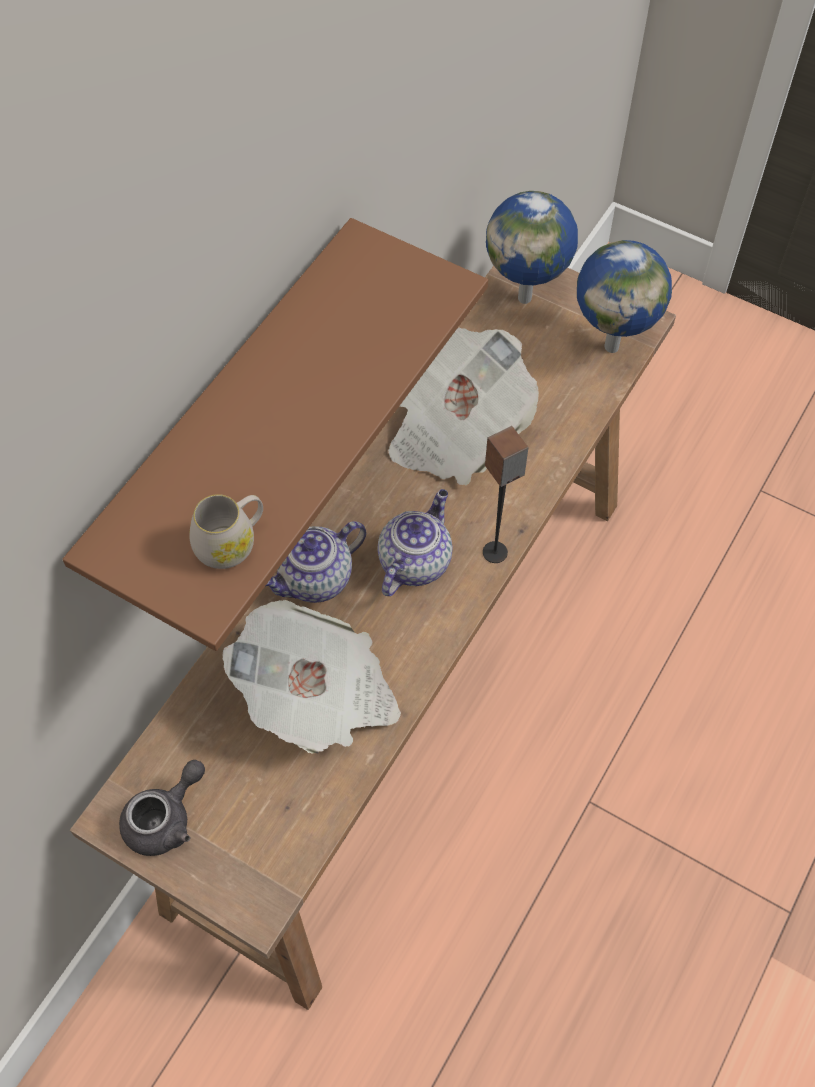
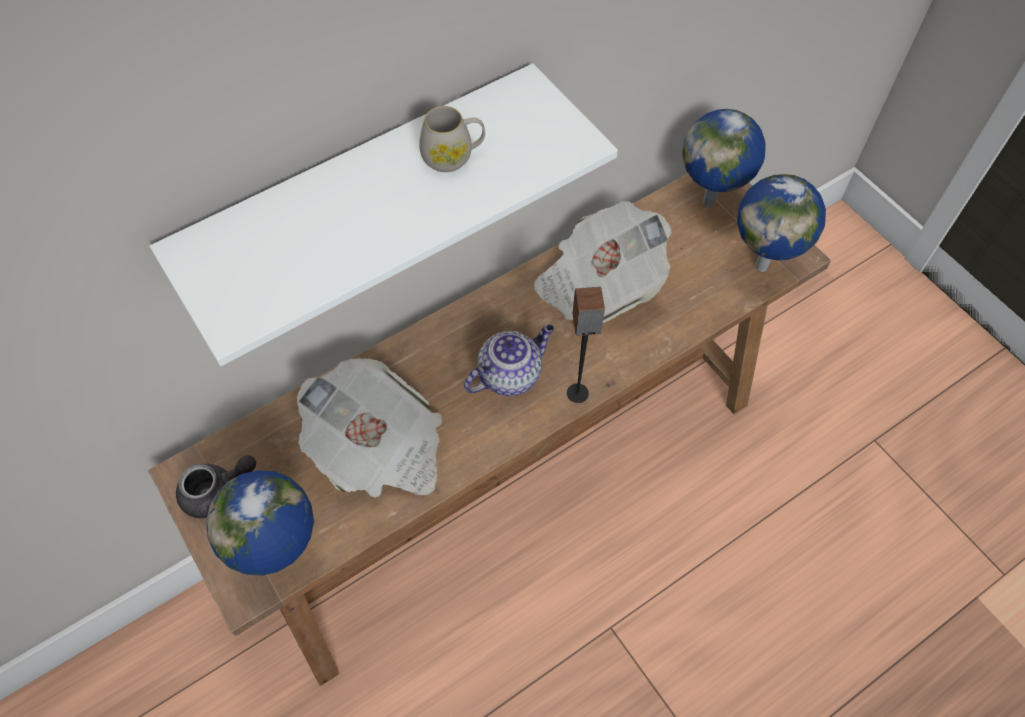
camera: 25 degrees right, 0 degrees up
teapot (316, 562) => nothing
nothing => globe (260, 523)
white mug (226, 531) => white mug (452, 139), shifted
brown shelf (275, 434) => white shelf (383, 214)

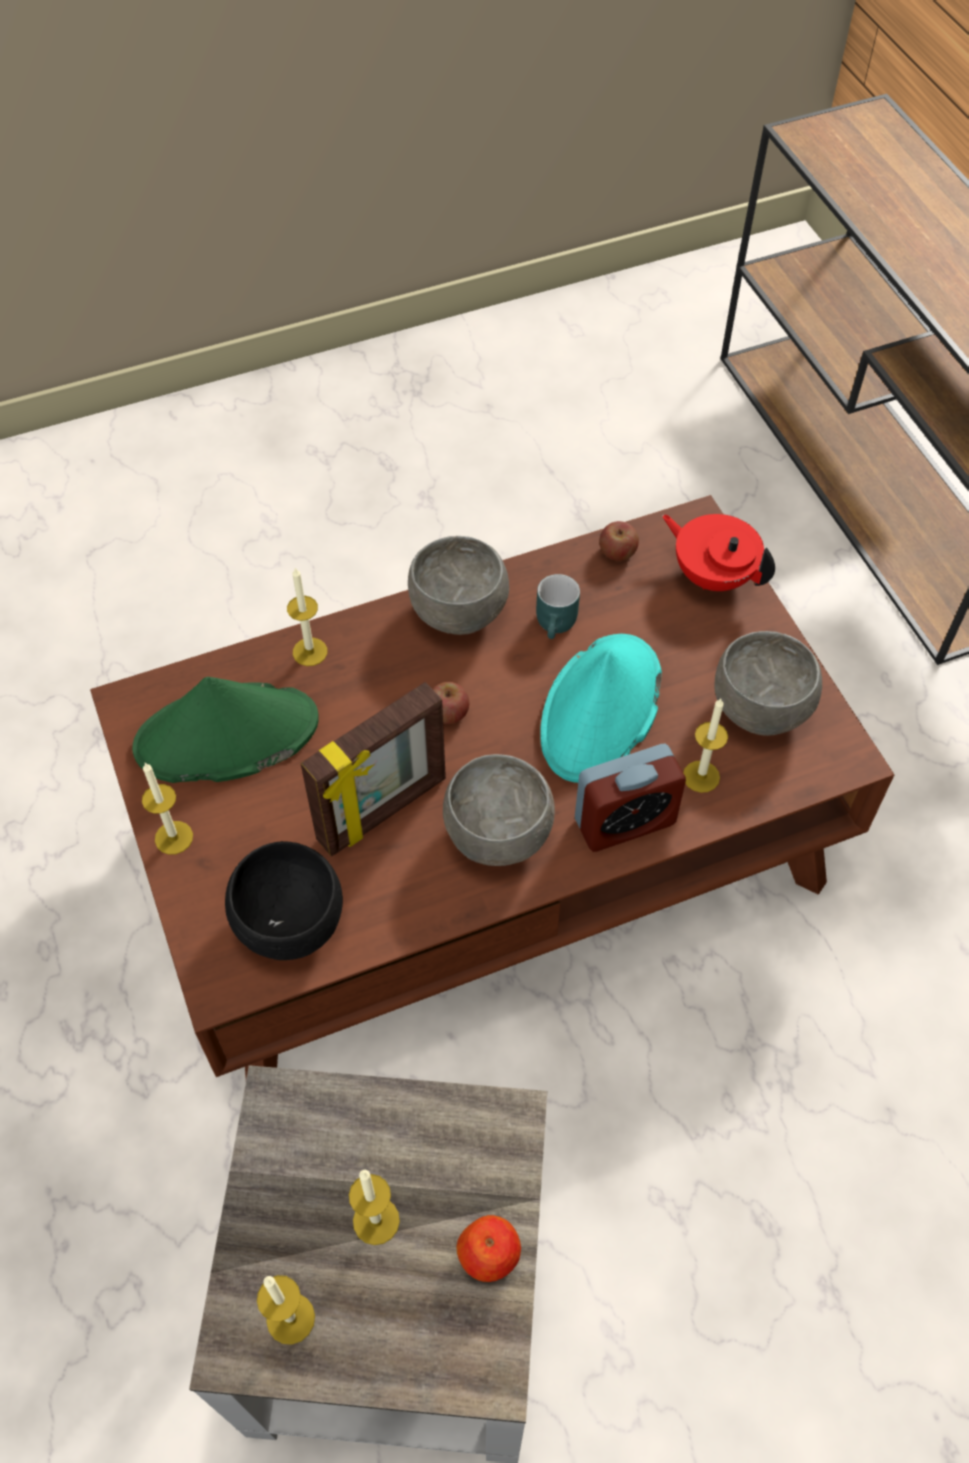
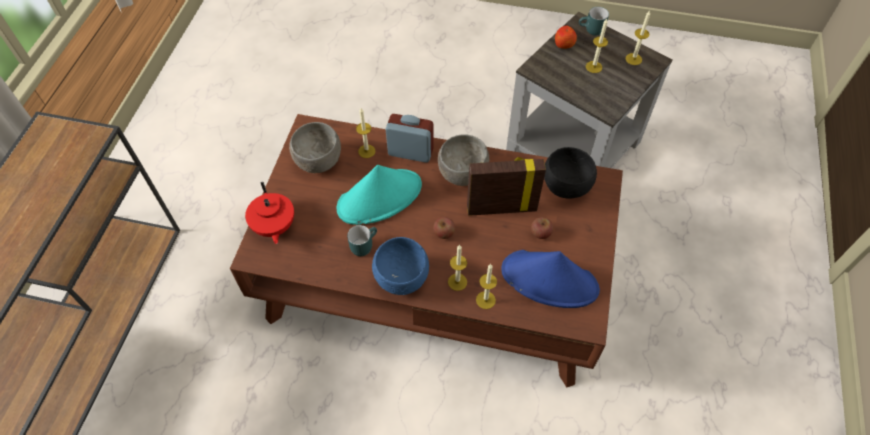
camera: 145 degrees left, 0 degrees up
nothing => turquoise mug (594, 21)
candle (167, 809) => candle (457, 268), shifted
apple (619, 541) => apple (542, 228), shifted
green hat (225, 730) => blue hat (551, 279)
grey bowl (458, 585) => blue bowl (400, 266)

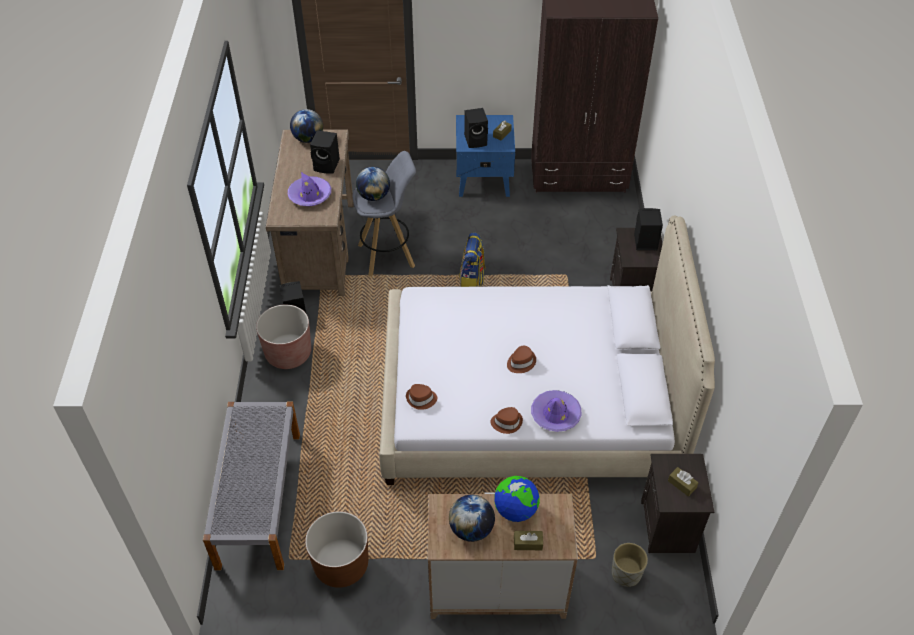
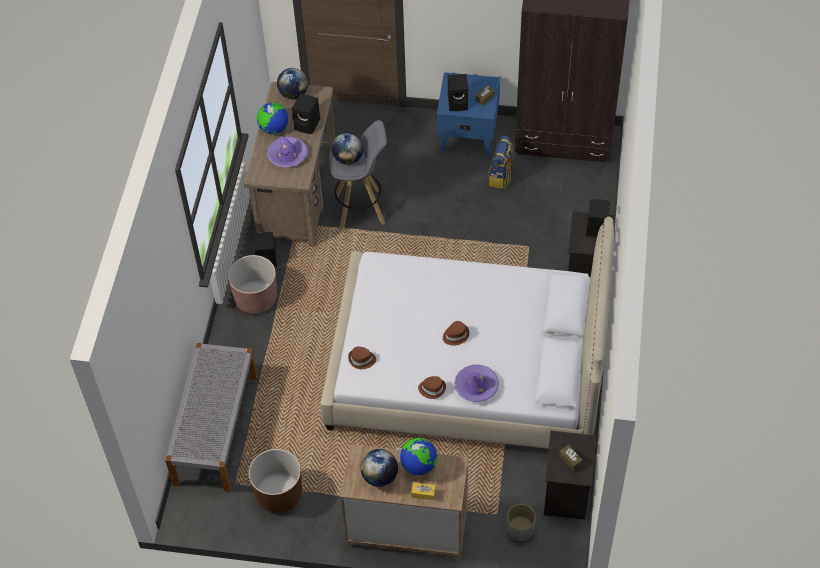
camera: 10 degrees right, 5 degrees up
nothing => globe (272, 119)
backpack (472, 260) => backpack (501, 162), shifted
brown tissue box (528, 540) => yellow tissue box (423, 491)

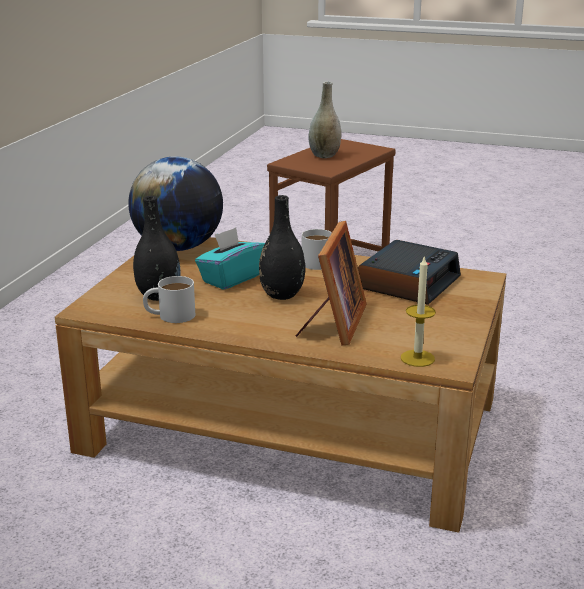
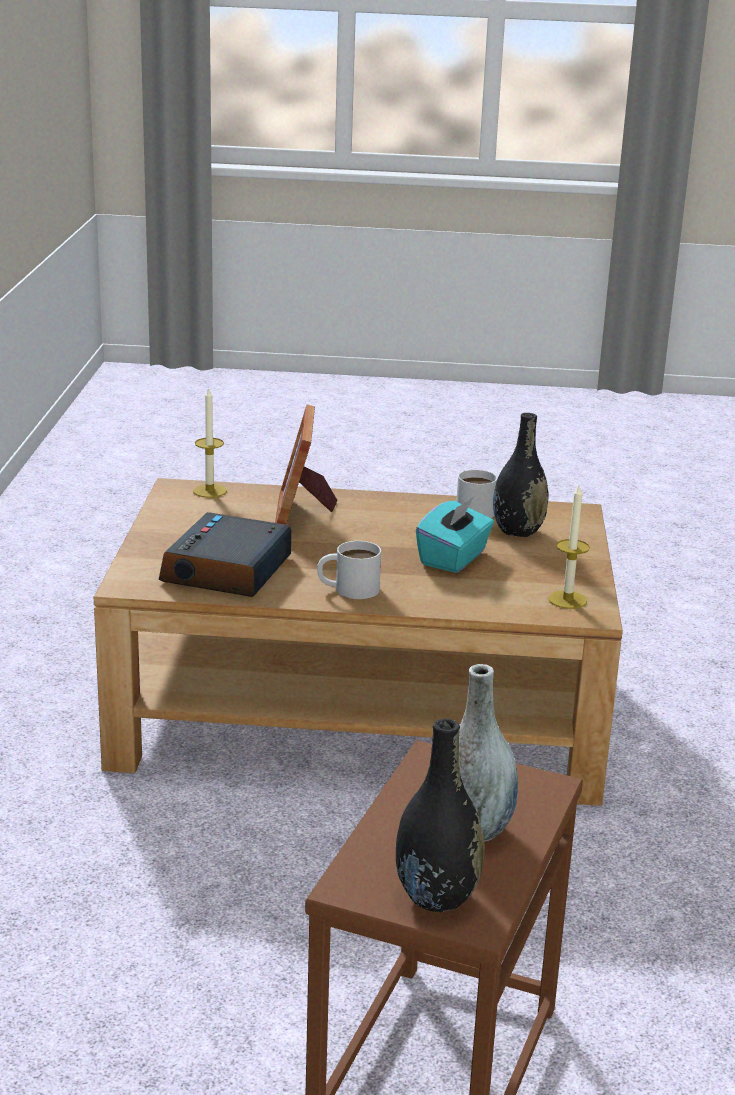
camera: 165 degrees right, 0 degrees up
black vase (282, 247) => black vase (440, 815), shifted
globe (175, 203) => candle (569, 547)

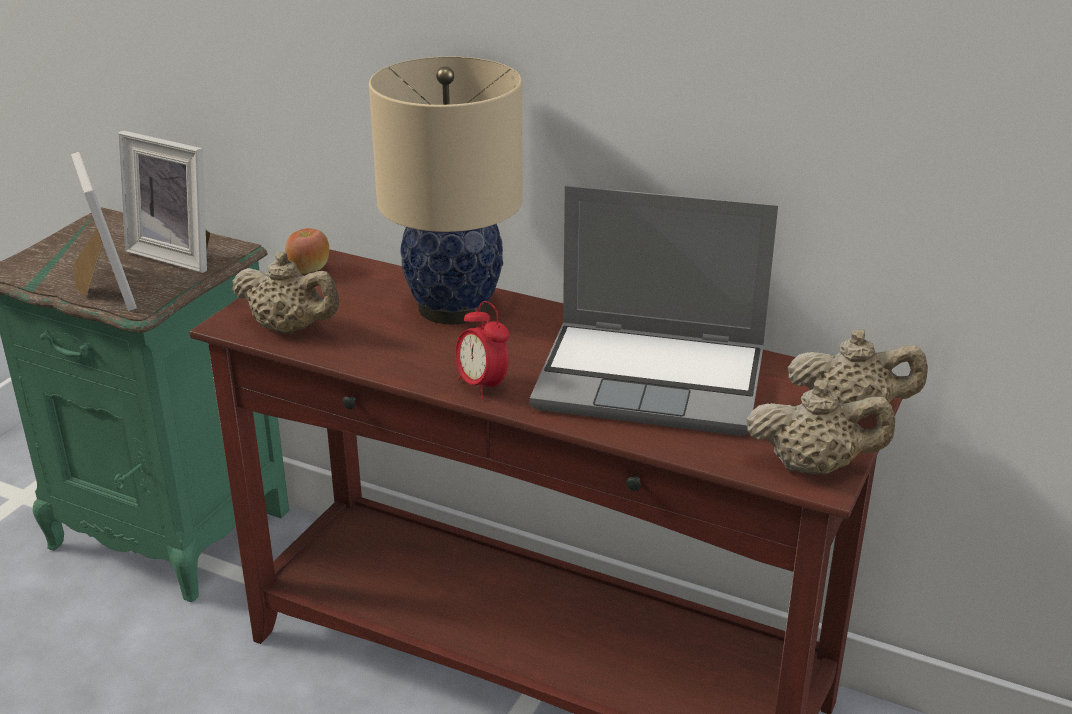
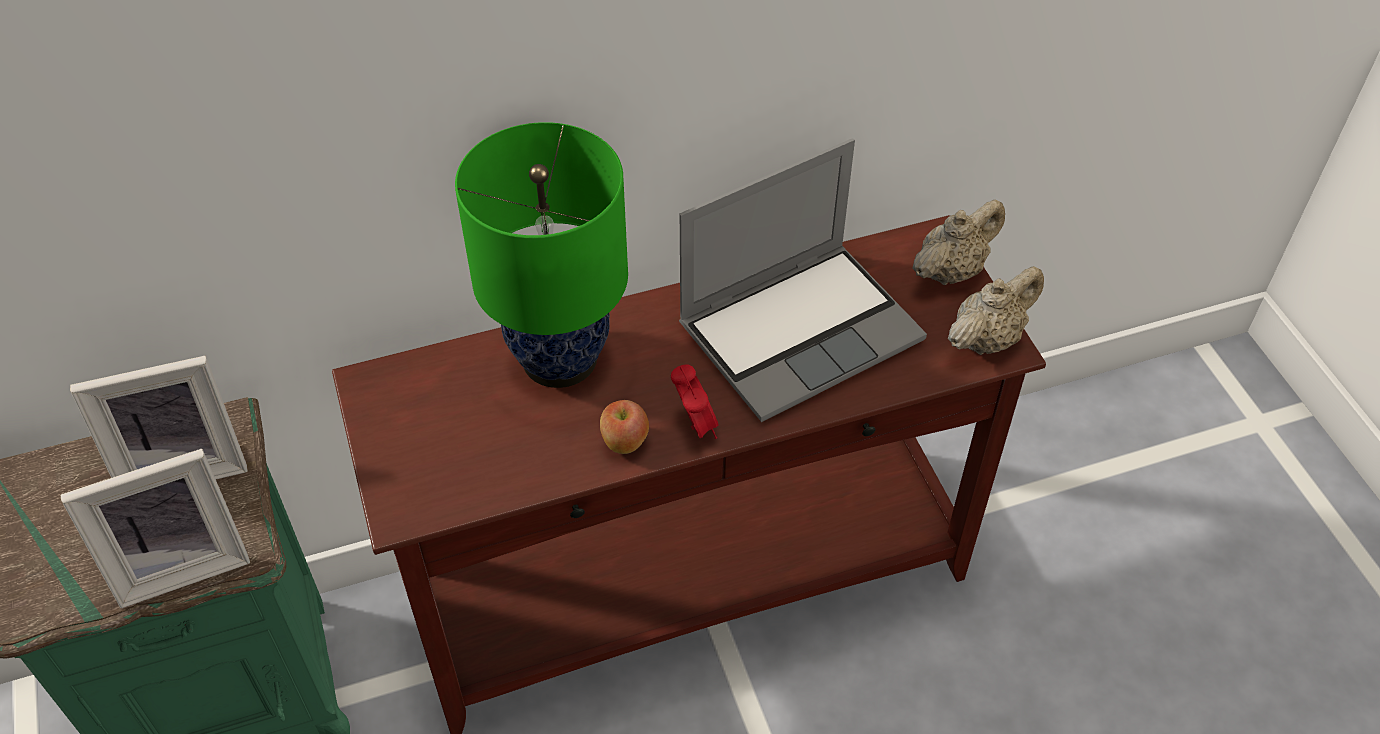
camera: 45 degrees left, 20 degrees up
beige teapot (285, 293) => nothing
apple (307, 251) => apple (624, 427), shifted
beige table lamp (446, 190) => green table lamp (541, 255)
picture frame (103, 231) => picture frame (155, 528), 135 degrees clockwise
alarm clock (482, 350) => alarm clock (695, 401), 120 degrees counterclockwise

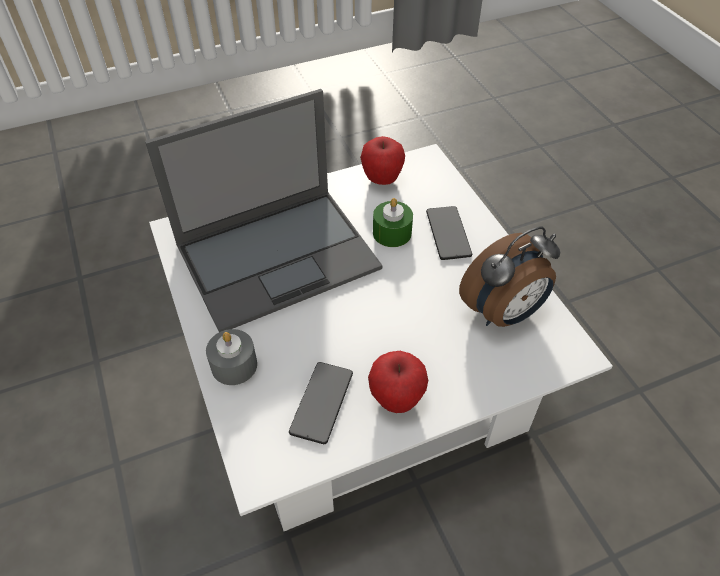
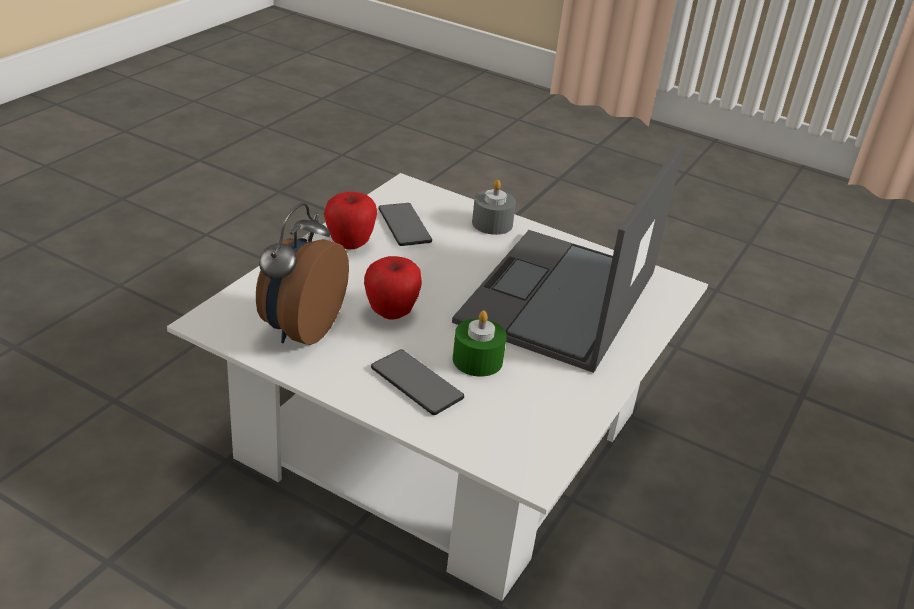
camera: 140 degrees right, 15 degrees down
apple (382, 160) => apple (393, 288), shifted

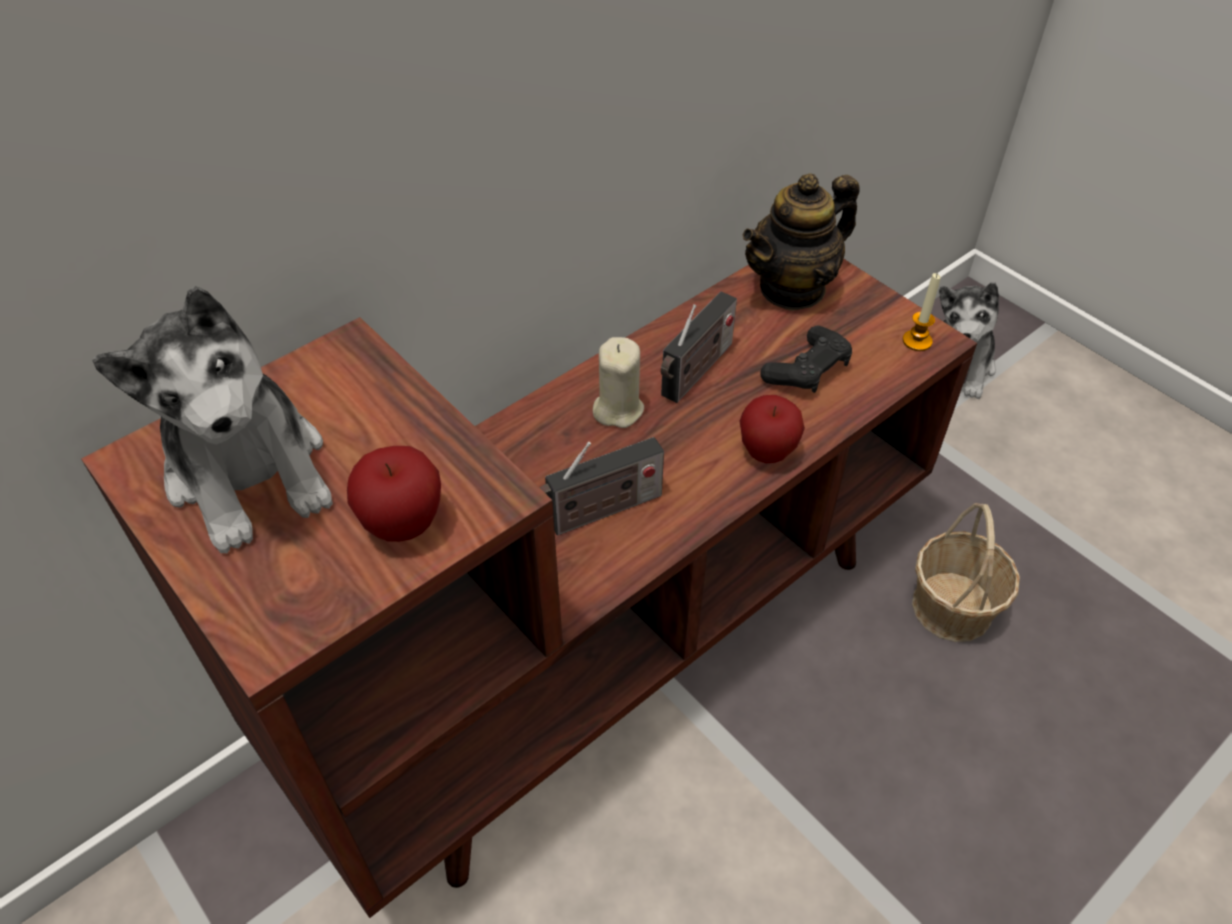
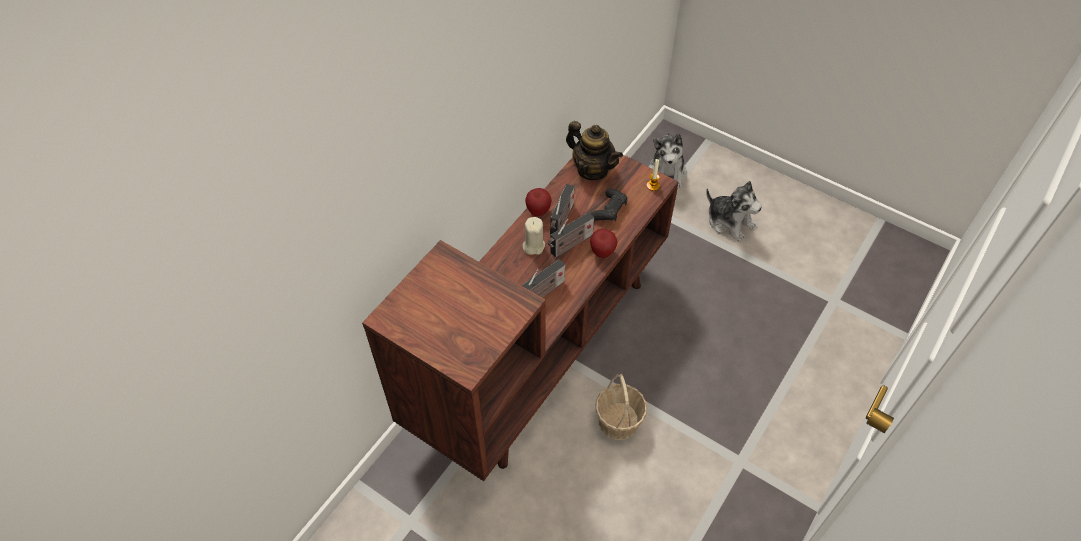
camera: 15 degrees left, 5 degrees up
nothing => radio (571, 234)
plush toy (212, 420) => plush toy (734, 211), shifted
apple (394, 494) => apple (538, 202), shifted
basket (966, 572) => basket (621, 407), shifted
teapot (801, 242) => teapot (594, 150), 90 degrees counterclockwise

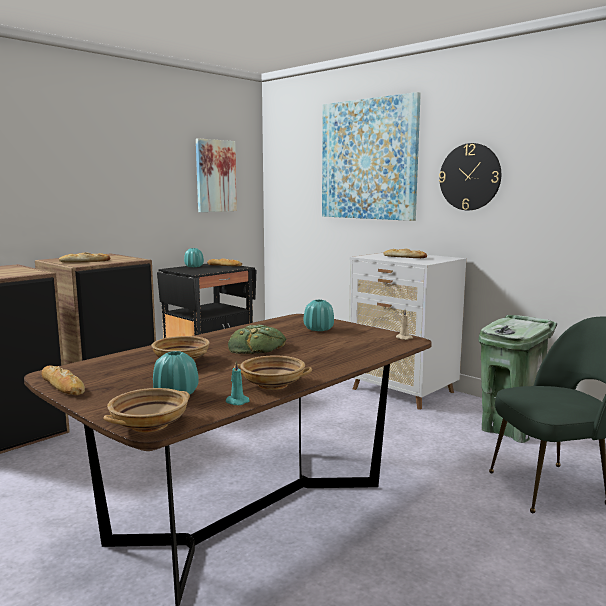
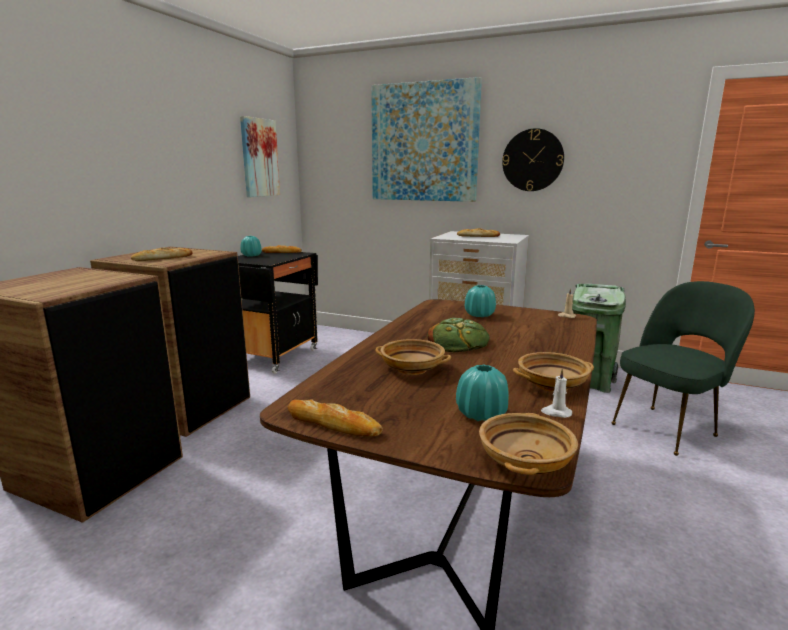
camera: 20 degrees left, 5 degrees up
turquoise candle (238, 383) => white candle (556, 393)

